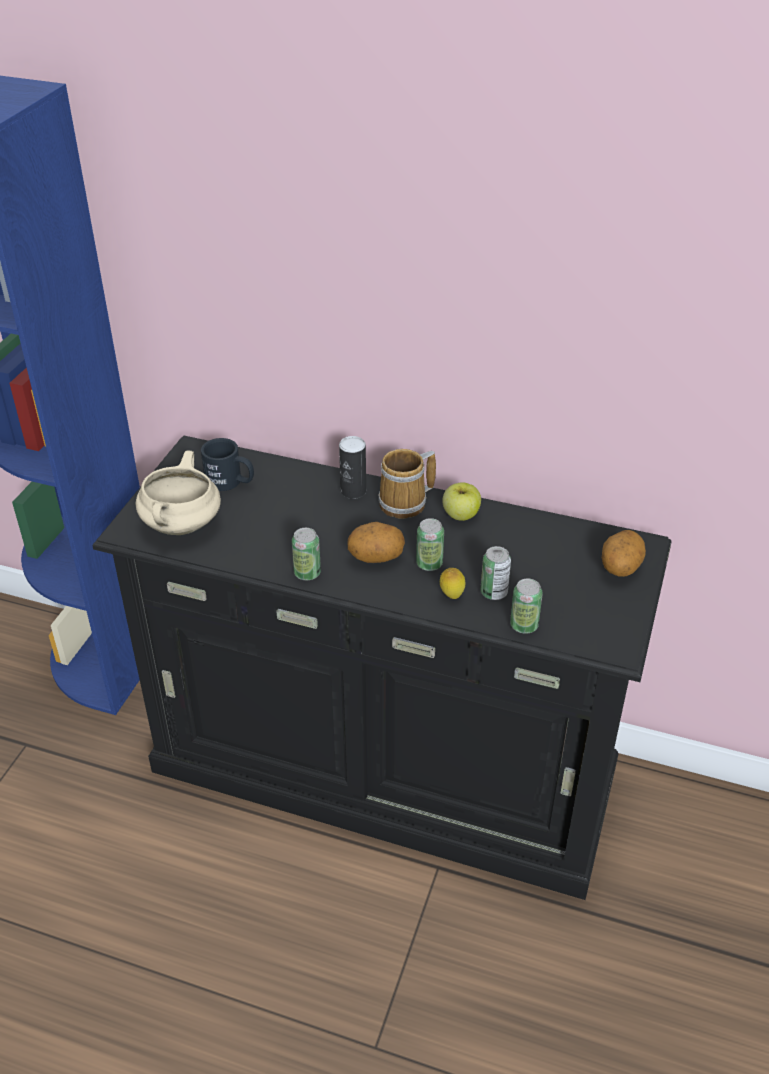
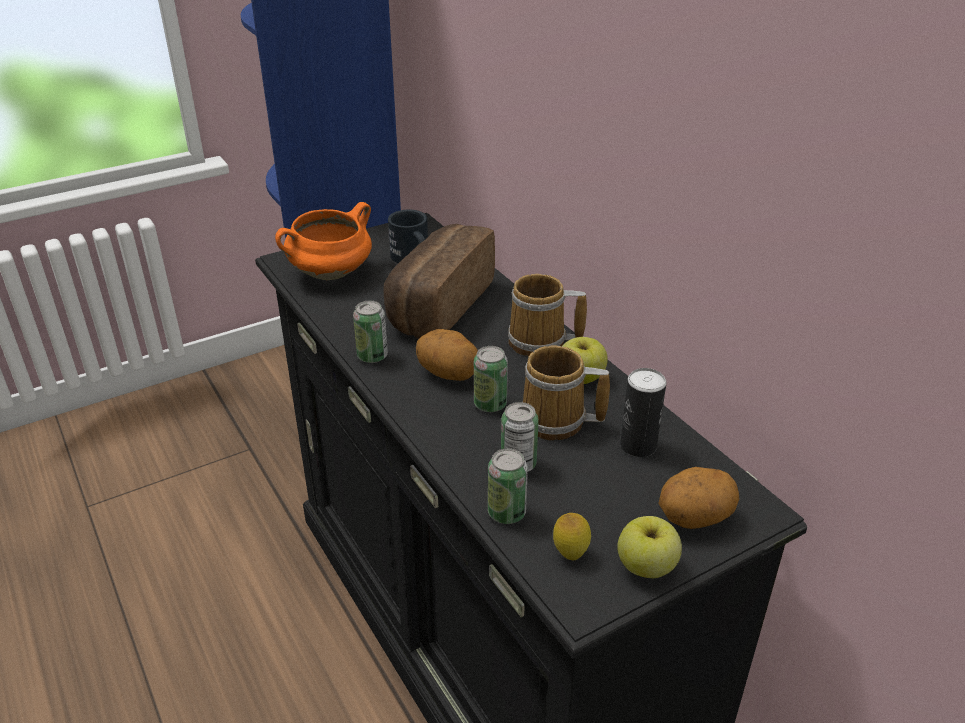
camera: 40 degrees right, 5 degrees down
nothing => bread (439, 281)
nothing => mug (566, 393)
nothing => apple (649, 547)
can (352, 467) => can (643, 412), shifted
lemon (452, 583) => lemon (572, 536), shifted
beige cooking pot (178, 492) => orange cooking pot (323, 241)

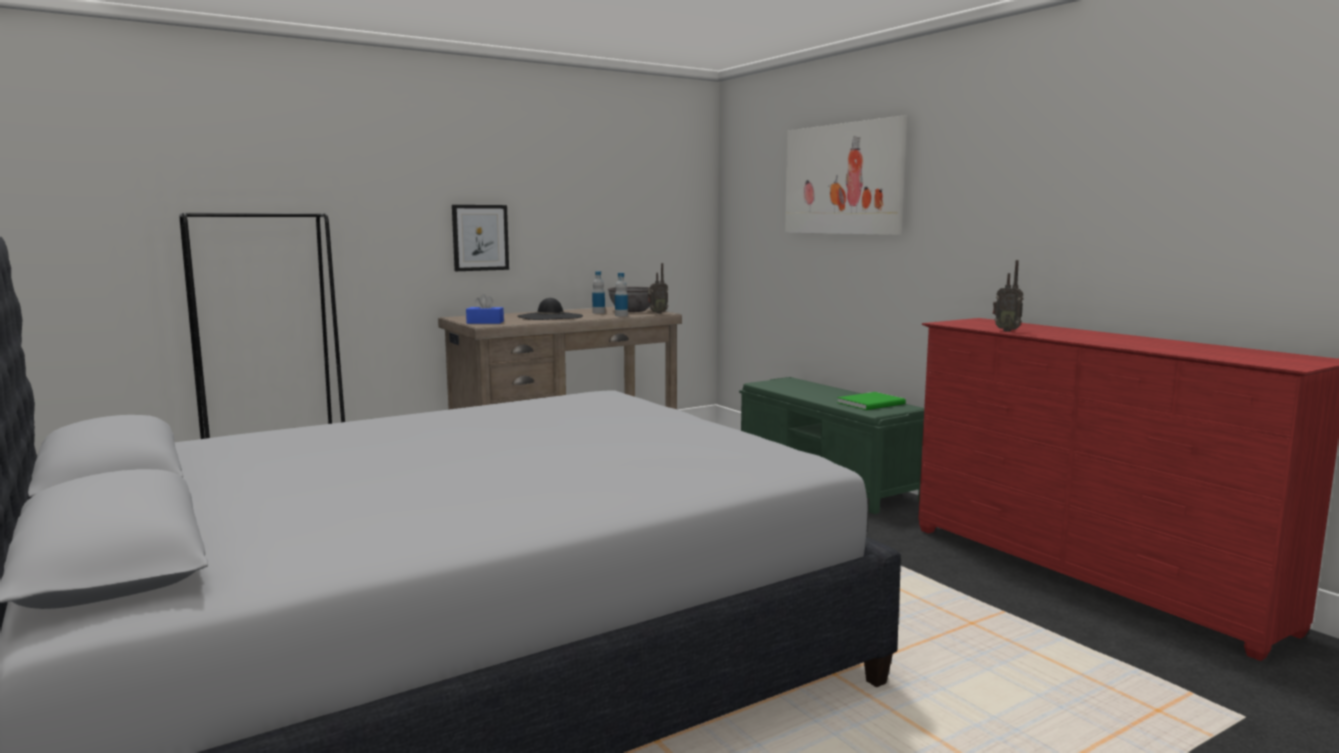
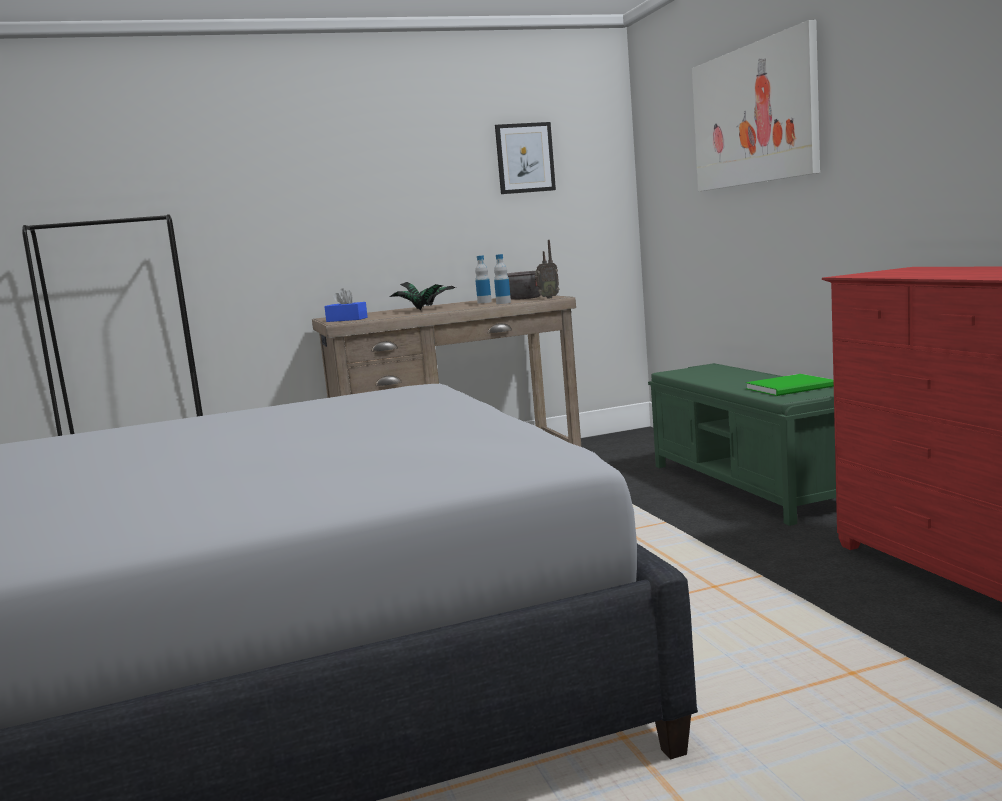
camera: 15 degrees right, 0 degrees up
radio (1008, 296) => nothing
picture (480, 238) => picture (525, 158), shifted
black hat (550, 309) => potted plant (423, 296)

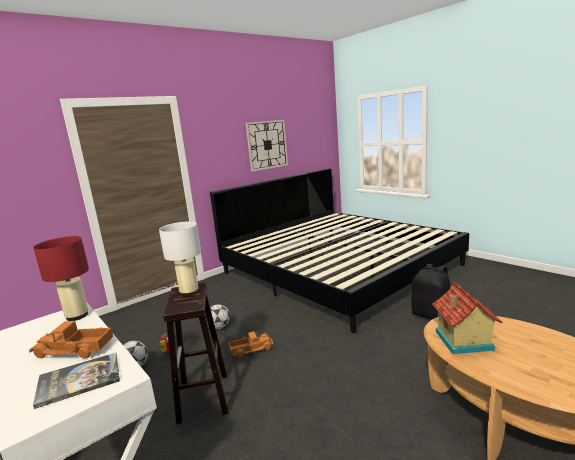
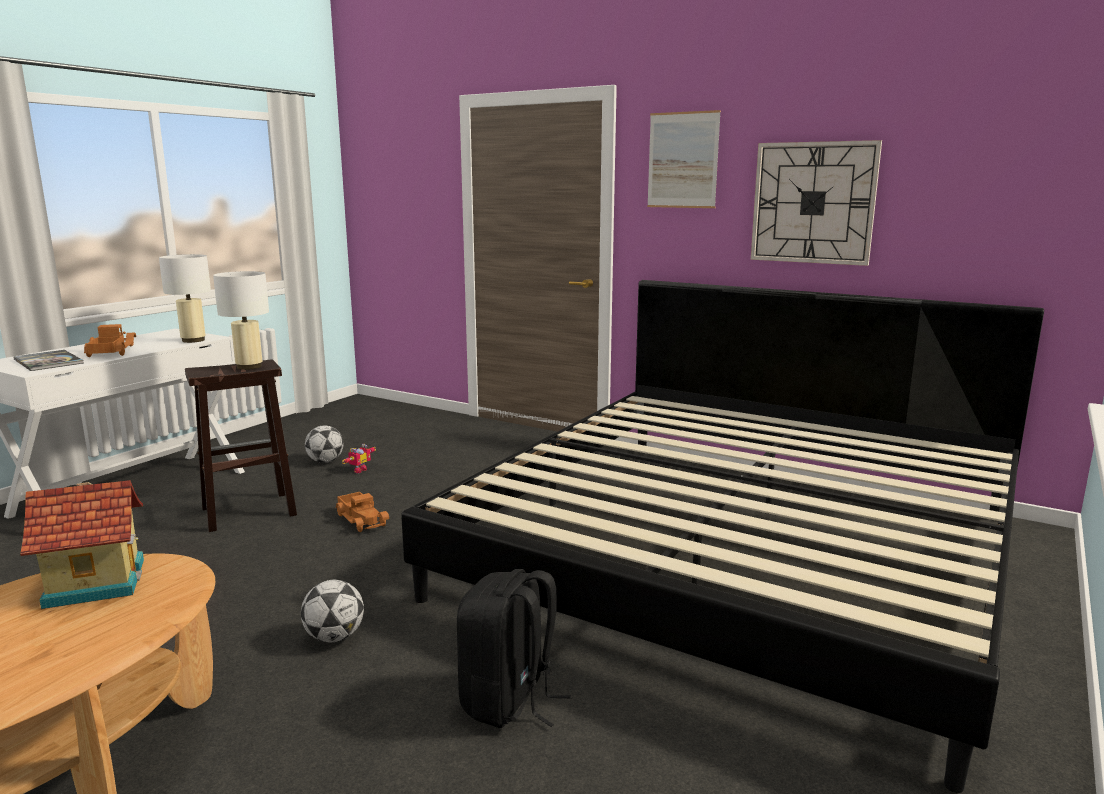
camera: 70 degrees right, 0 degrees up
nothing => picture (684, 159)
football (218, 316) => football (332, 611), shifted
red table lamp (61, 278) => white table lamp (185, 298)

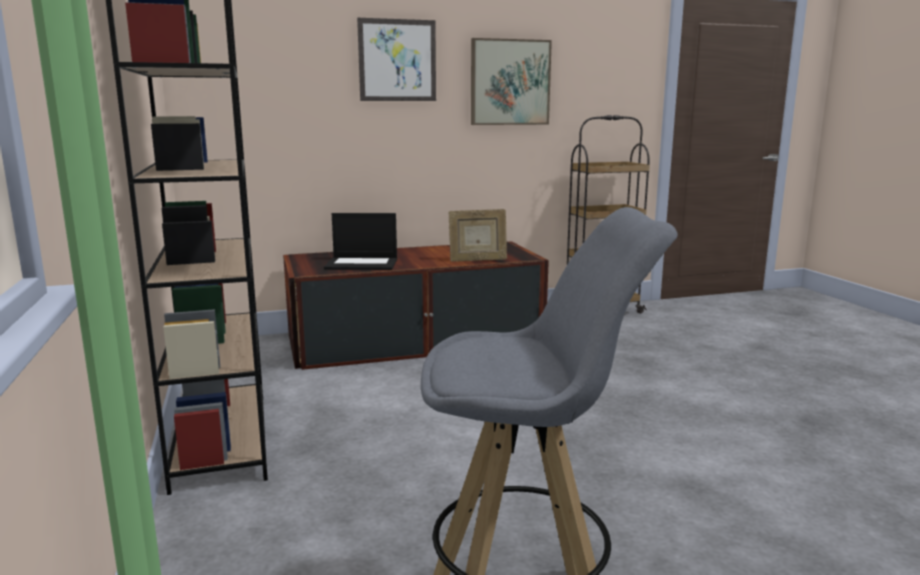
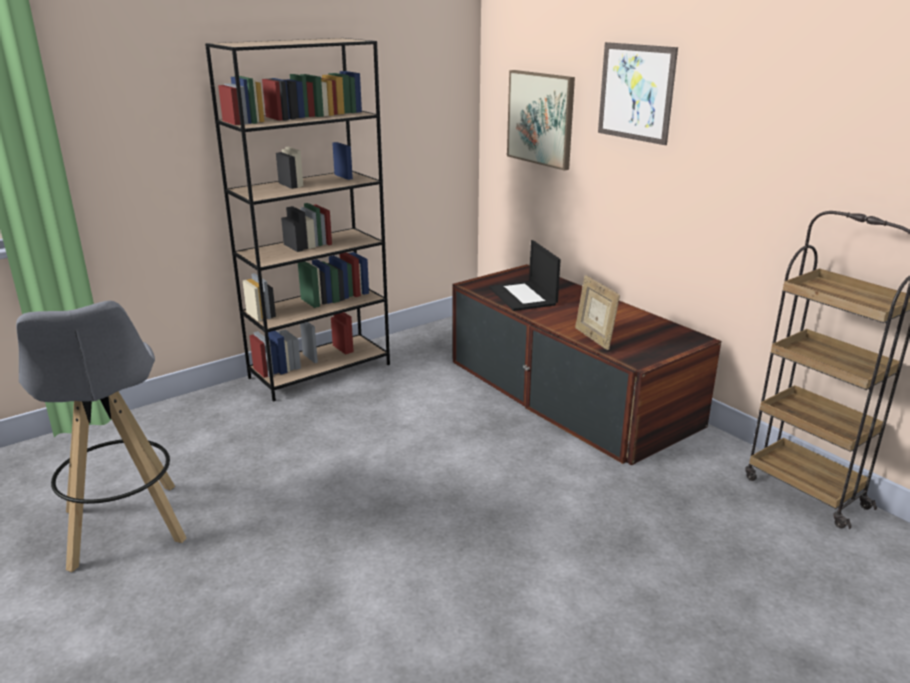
camera: 70 degrees right, 10 degrees up
picture (511, 81) => picture (541, 120), shifted

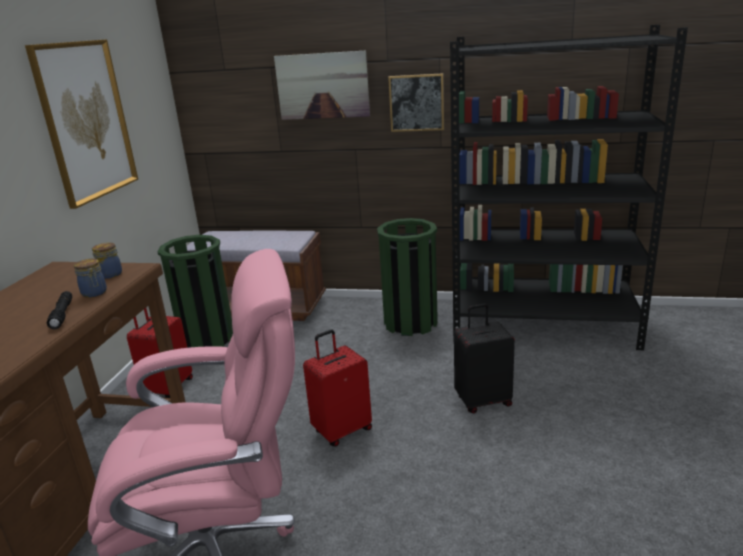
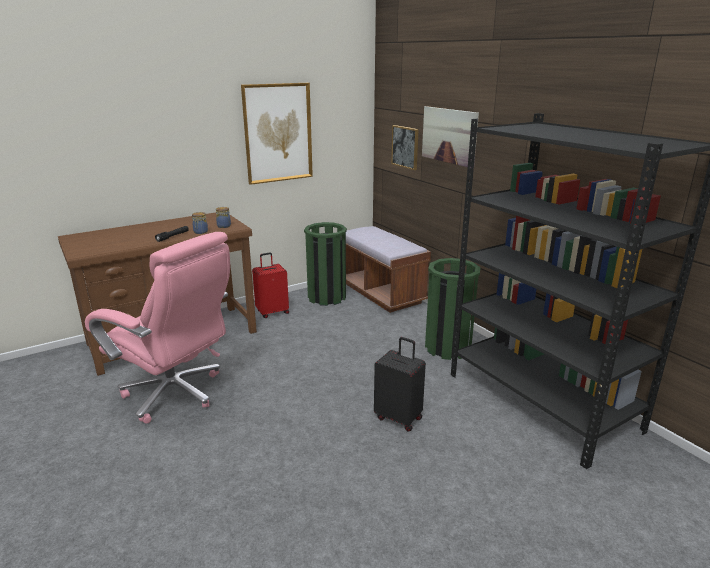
camera: 45 degrees right, 0 degrees up
red suitcase (337, 388) => nothing
picture (416, 102) => picture (405, 147), shifted

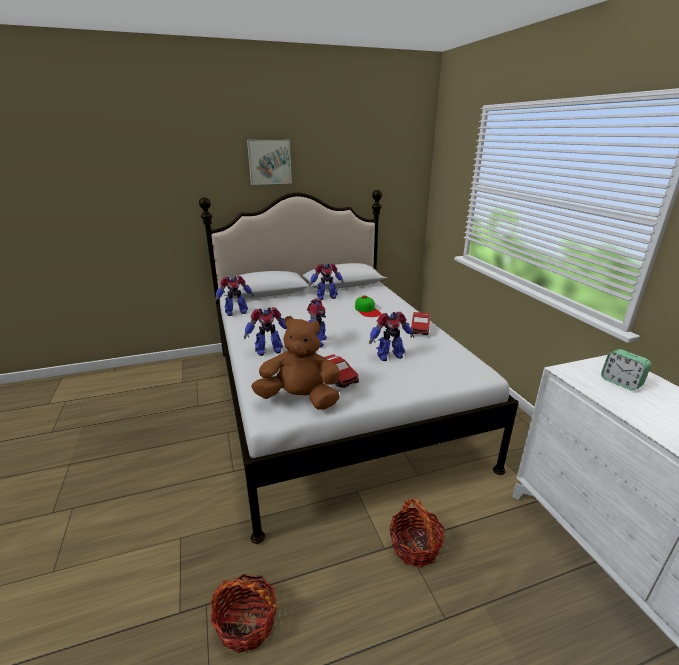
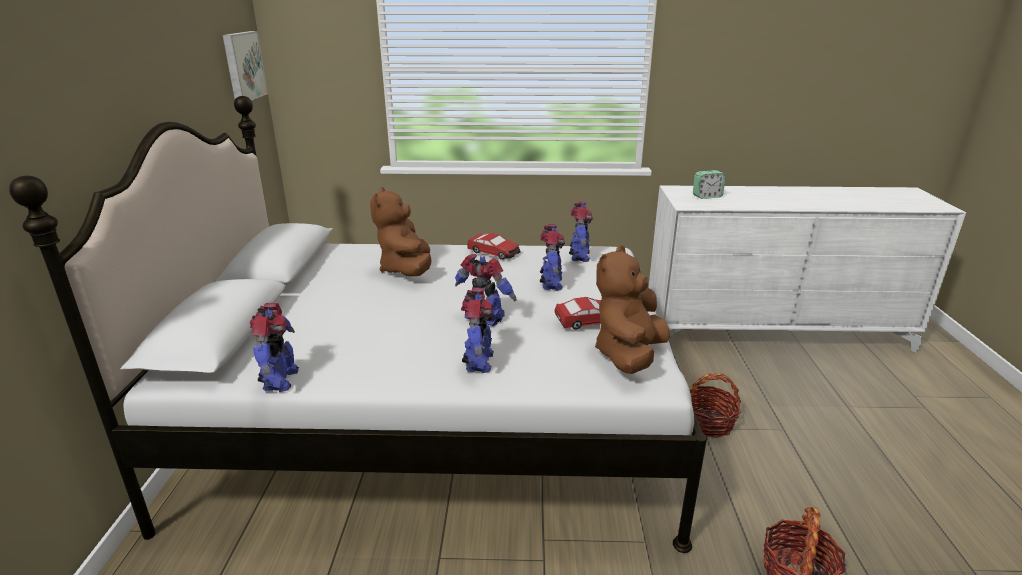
camera: 70 degrees left, 0 degrees up
picture (269, 162) => picture (245, 65), shifted
toy robot (327, 281) => toy robot (581, 231), shifted
cap (368, 306) => brown plush toy (400, 231)

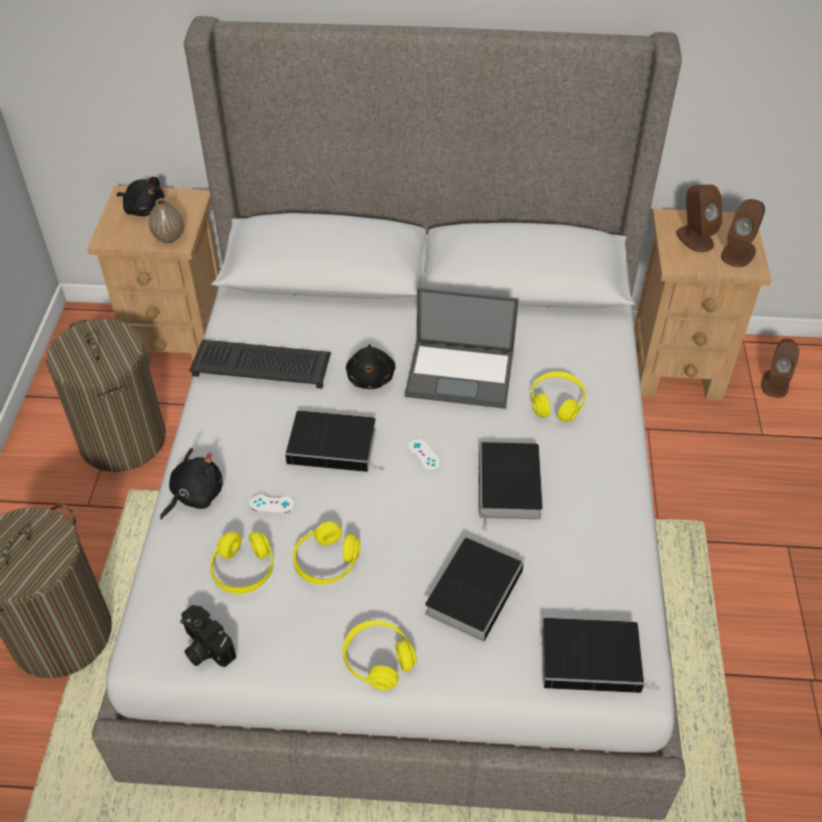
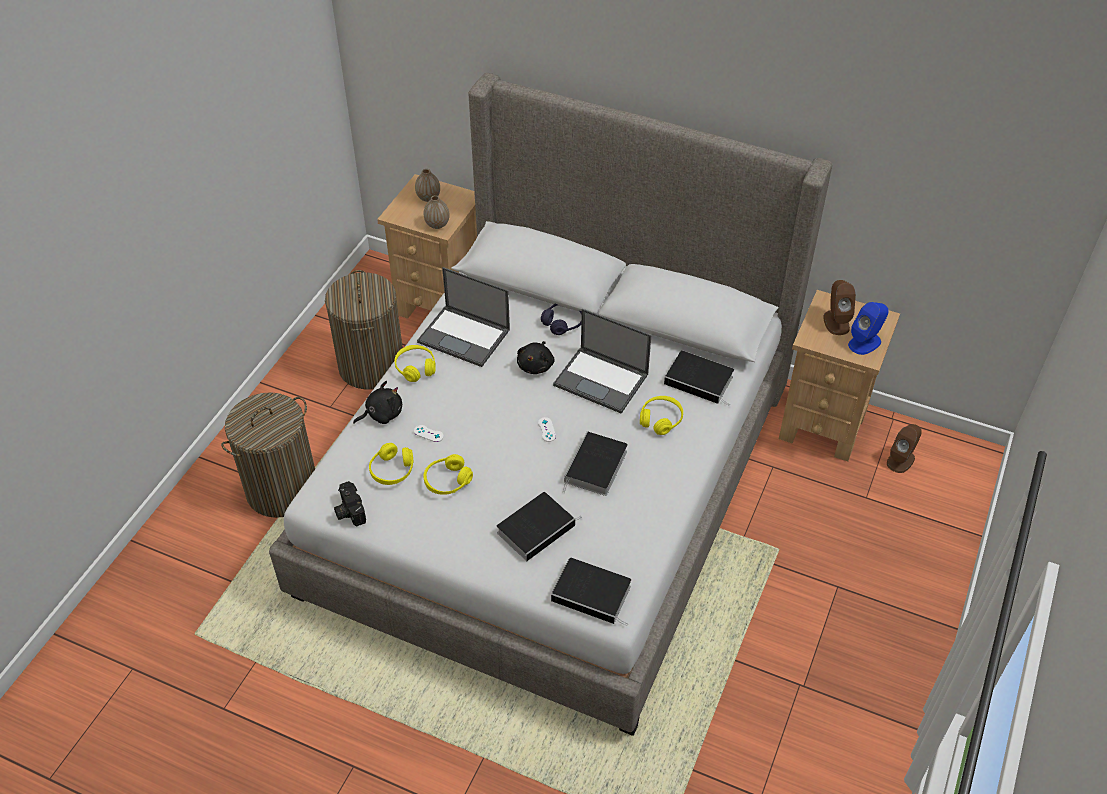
camera: 20 degrees right, 0 degrees up
nothing => purple headphones (561, 319)
book (335, 441) => book (699, 378), shifted
yellow headphones (380, 655) => yellow headphones (415, 363), shifted
black plush toy (140, 196) => vase (427, 185)
keyboard (260, 364) => laptop (463, 317)
brown speaker (743, 233) => blue speaker (868, 328)

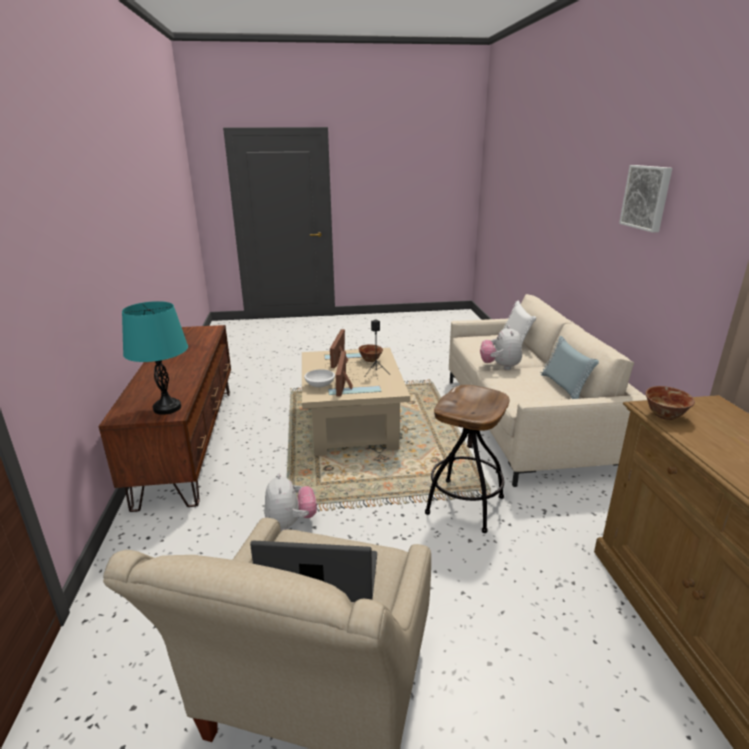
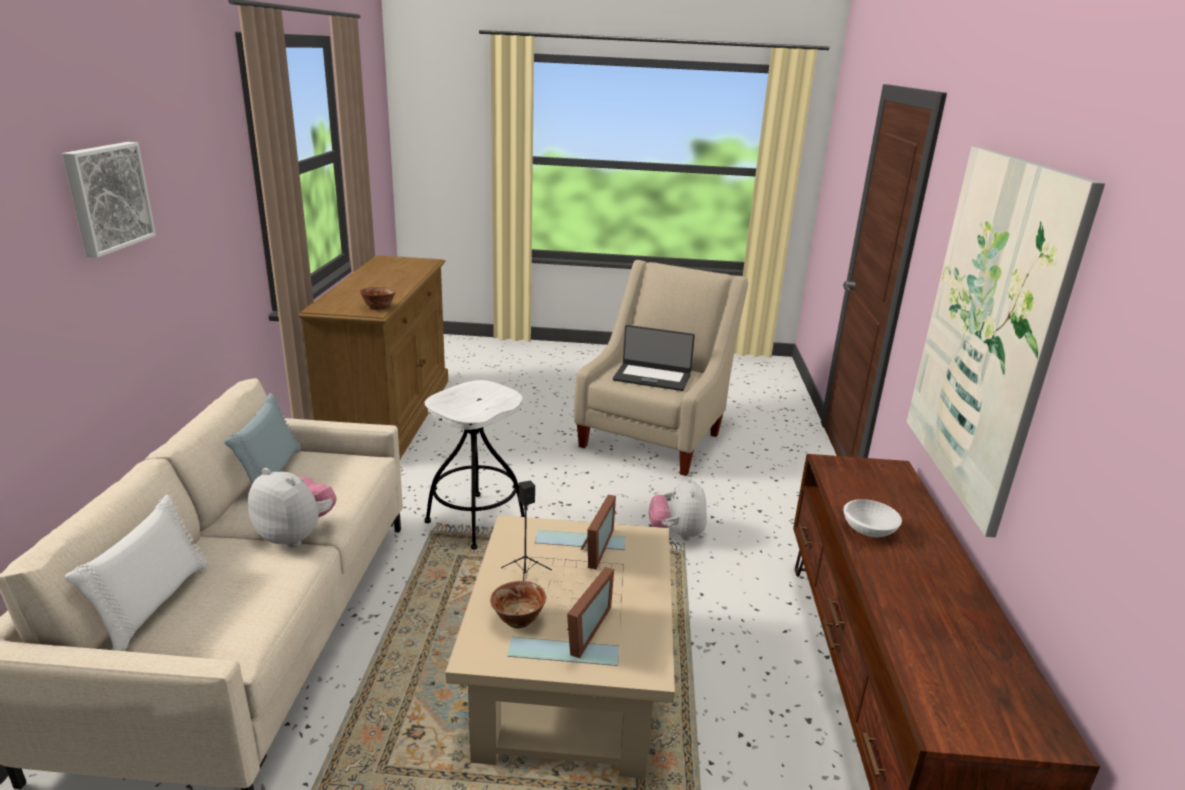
camera: 170 degrees left, 0 degrees up
turquoise table lamp (155, 358) => nothing
nothing => picture (1006, 341)
white bowl (319, 378) => white bowl (873, 518), shifted
brown stool (467, 459) => white stool (475, 464)
plush toy (501, 347) => plush toy (292, 508), 75 degrees counterclockwise

